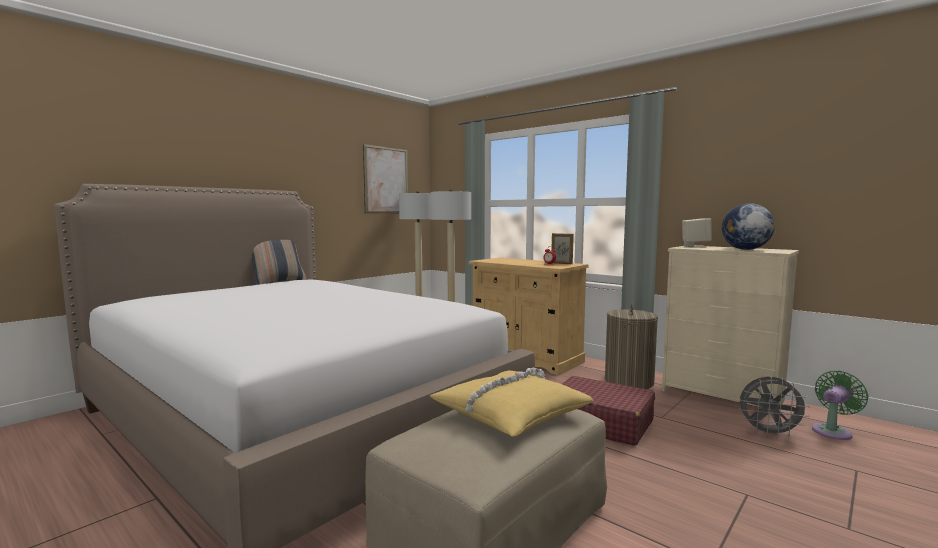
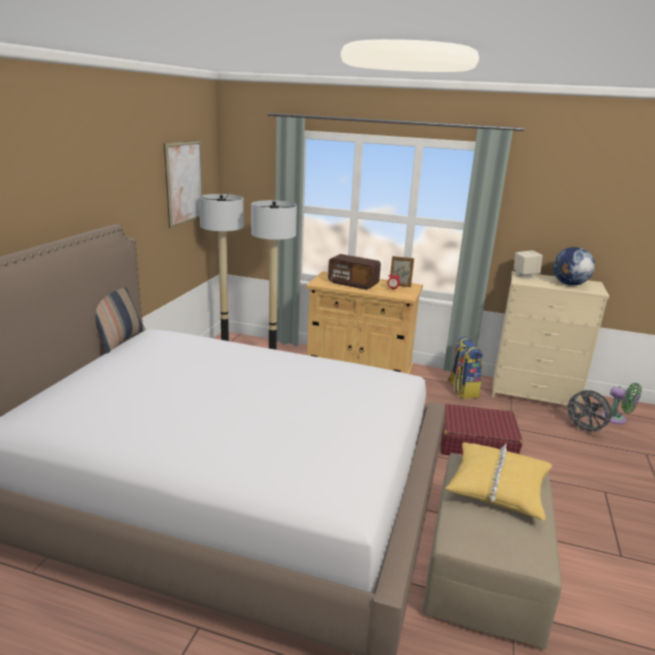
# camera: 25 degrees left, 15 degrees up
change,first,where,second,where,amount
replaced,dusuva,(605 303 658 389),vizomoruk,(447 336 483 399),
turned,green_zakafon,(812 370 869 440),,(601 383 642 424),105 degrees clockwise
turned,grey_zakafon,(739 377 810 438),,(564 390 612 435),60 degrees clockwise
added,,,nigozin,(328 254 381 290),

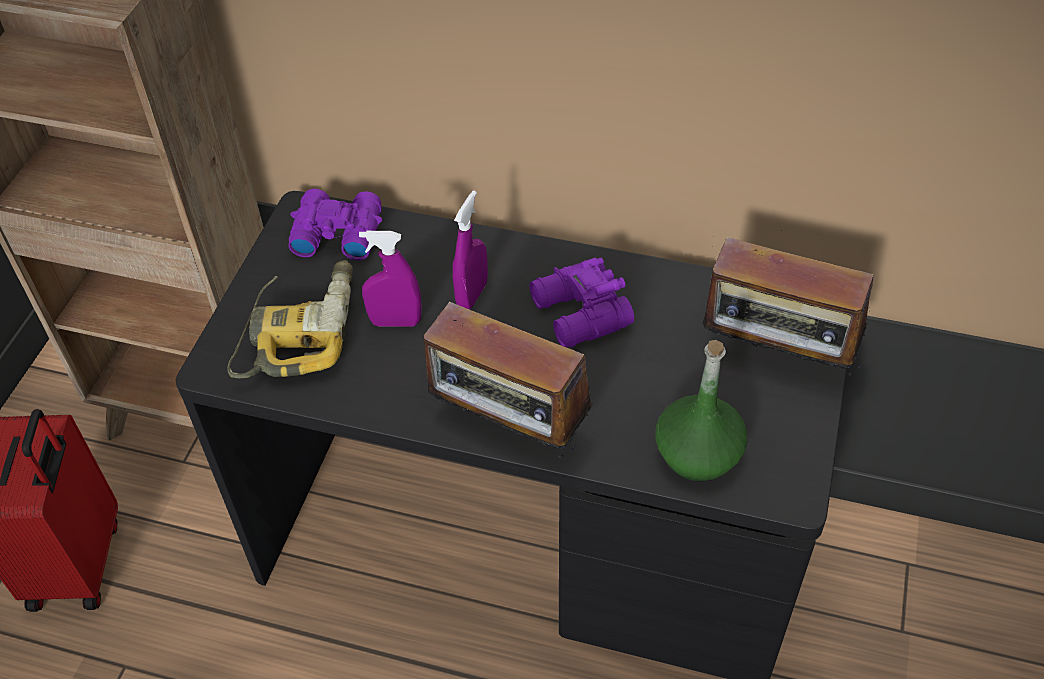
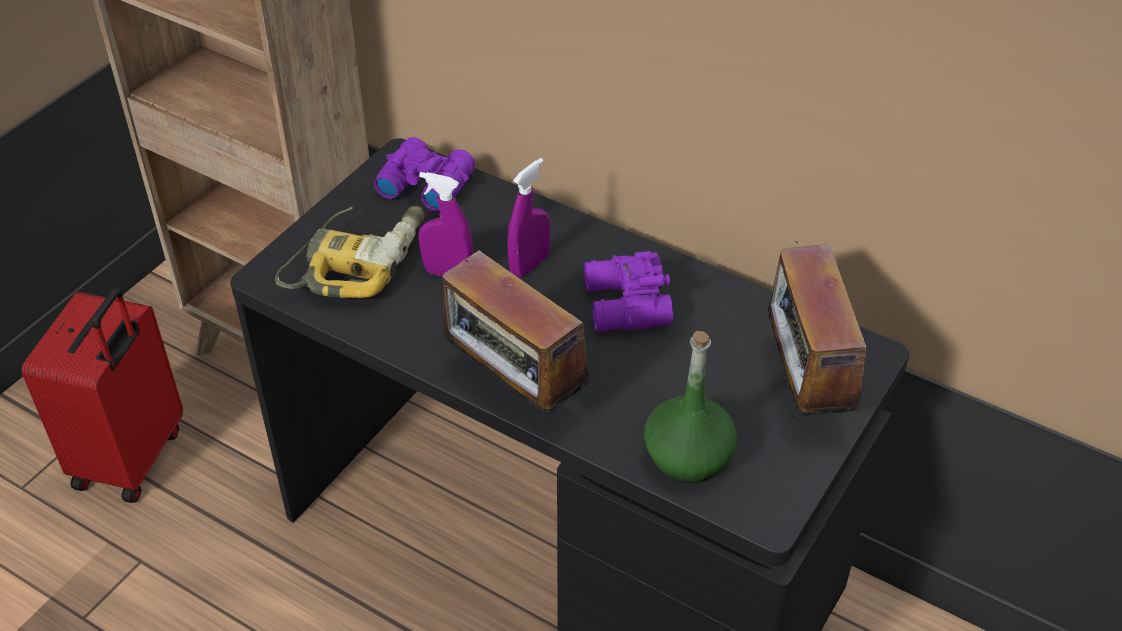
# camera: 15 degrees right, 5 degrees down
change,first,where,second,where,amount
turned,nigozin,(702 230 873 379),,(743 241 866 423),45 degrees clockwise

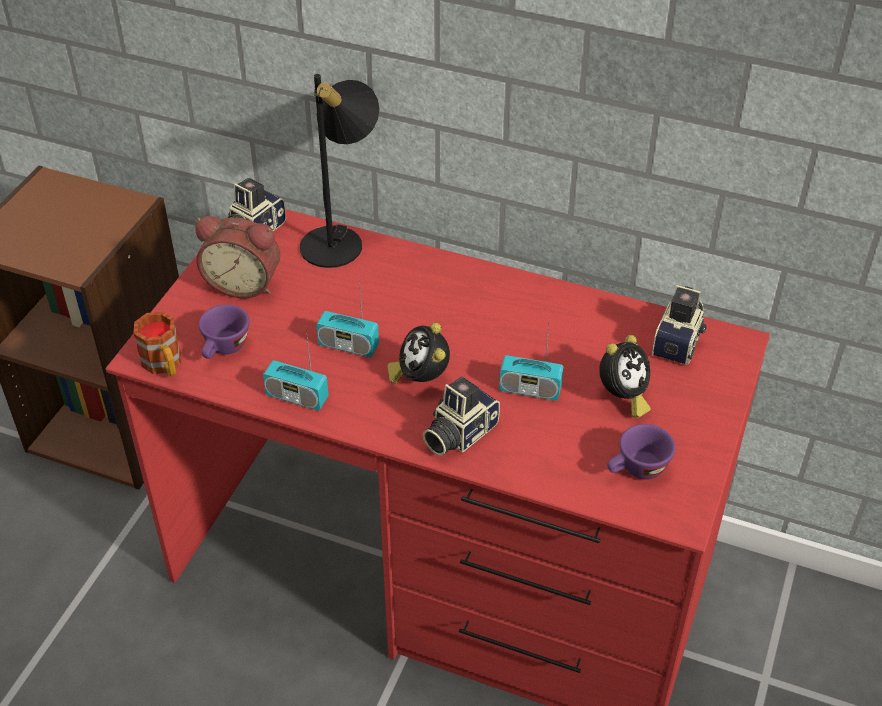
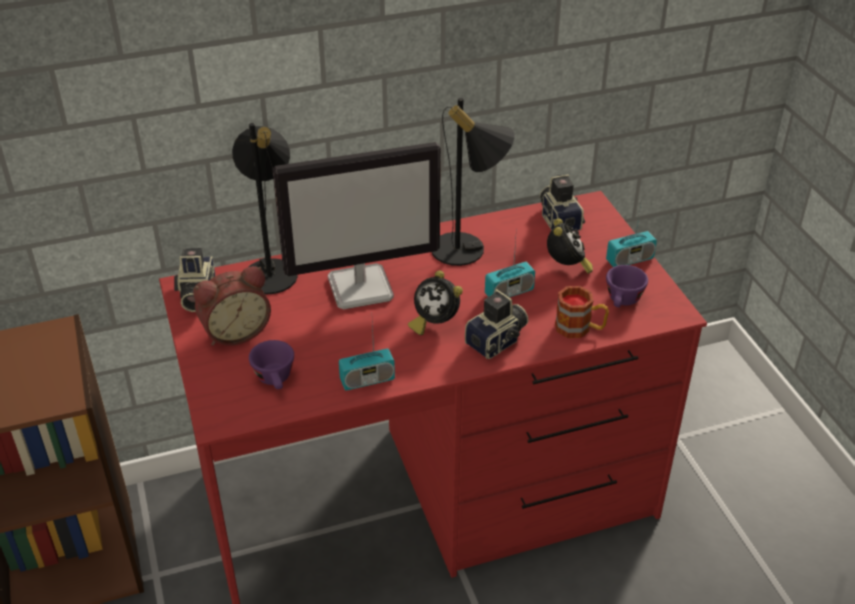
# camera: 40 degrees left, 5 degrees down
change,first,where,second,where,amount
moved,nigozin,(316 276 379 357),,(606 198 657 267),
moved,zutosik,(134 312 181 376),,(555 286 609 338),
turned,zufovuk,(423 376 500 456),,(465 289 528 359),135 degrees counterclockwise
added,,,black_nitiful,(432 98 515 266),
added,,,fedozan,(272 142 441 309),

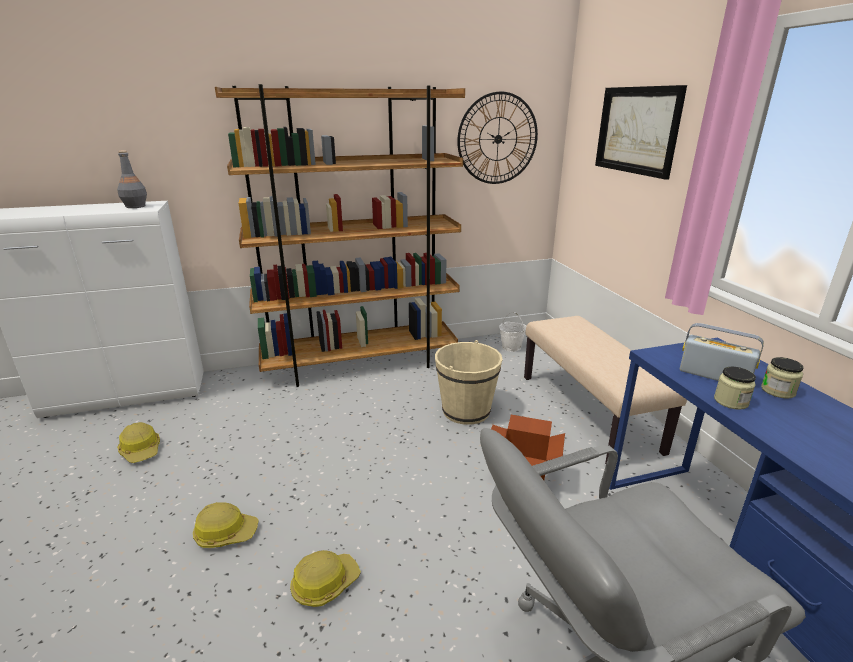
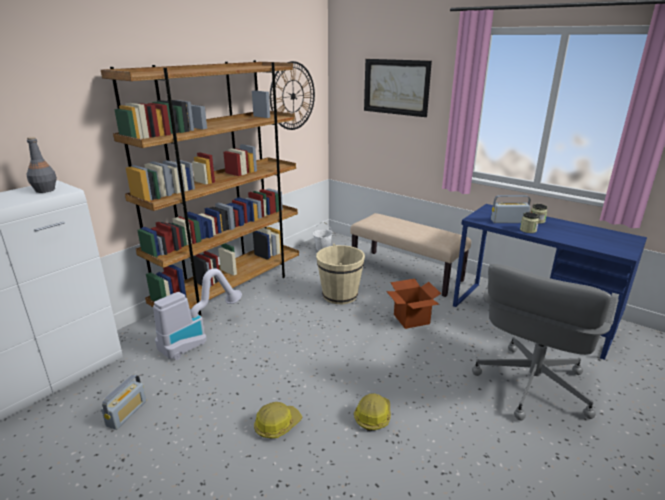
# camera: 35 degrees left, 0 degrees up
change,first,where,second,where,amount
replaced,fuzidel,(117 422 160 463),nigozin,(101 374 147 430),
added,,,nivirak,(153 268 242 360),

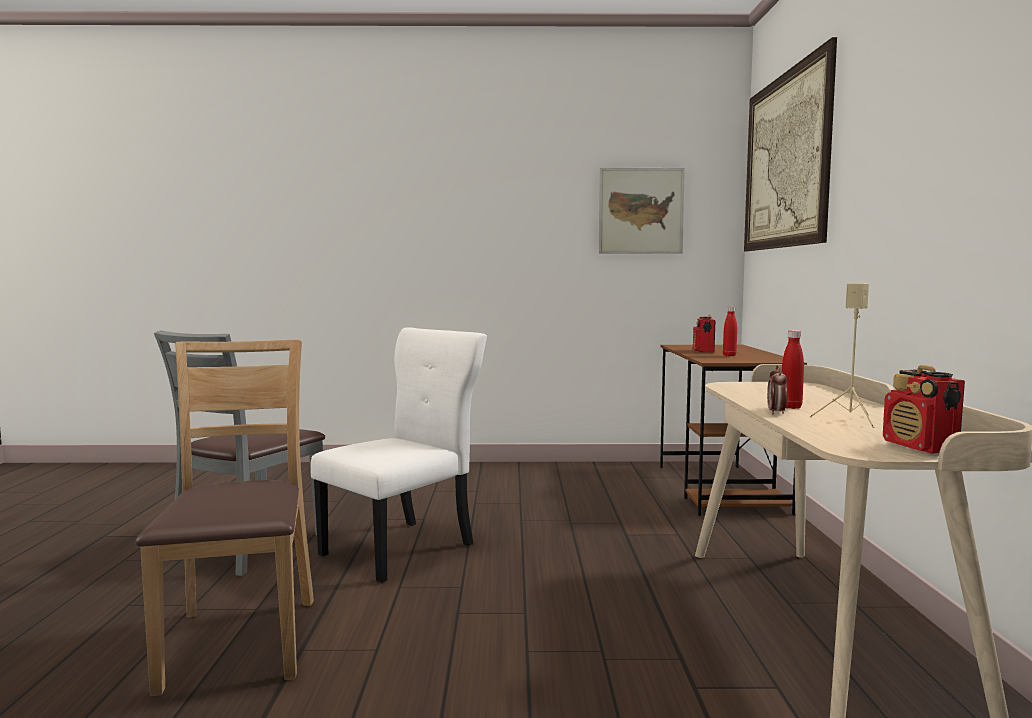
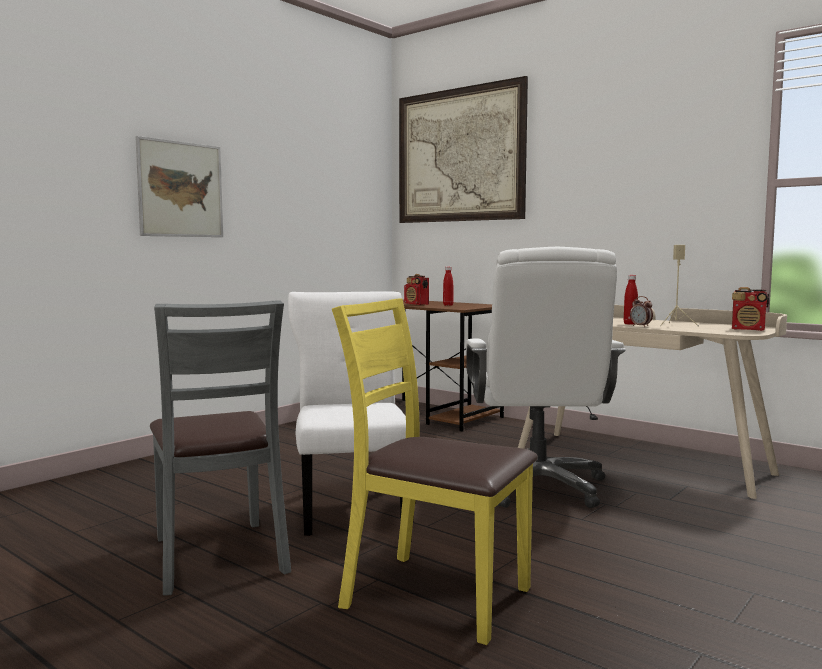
# camera: 50 degrees left, 0 degrees up
change,first,where,second,where,amount
moved,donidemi,(599 168 685 254),,(135 136 223 237),
recoloured,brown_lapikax,(135 340 314 696),yellow_lapikax,(332 298 538 645),
added,,,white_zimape,(466 247 626 508),

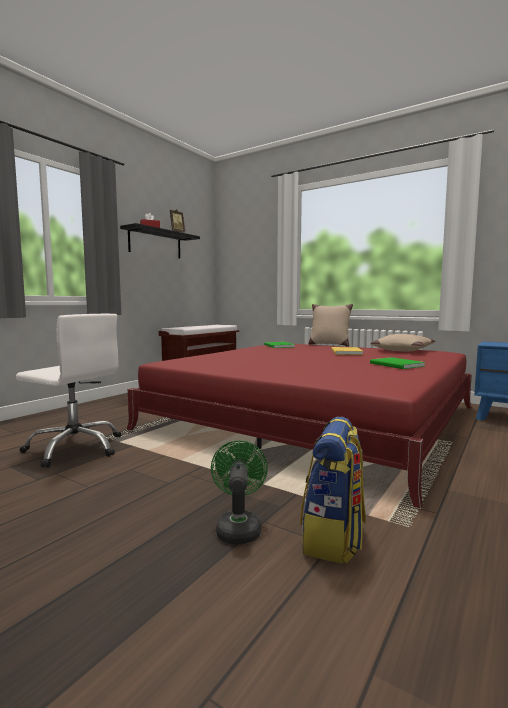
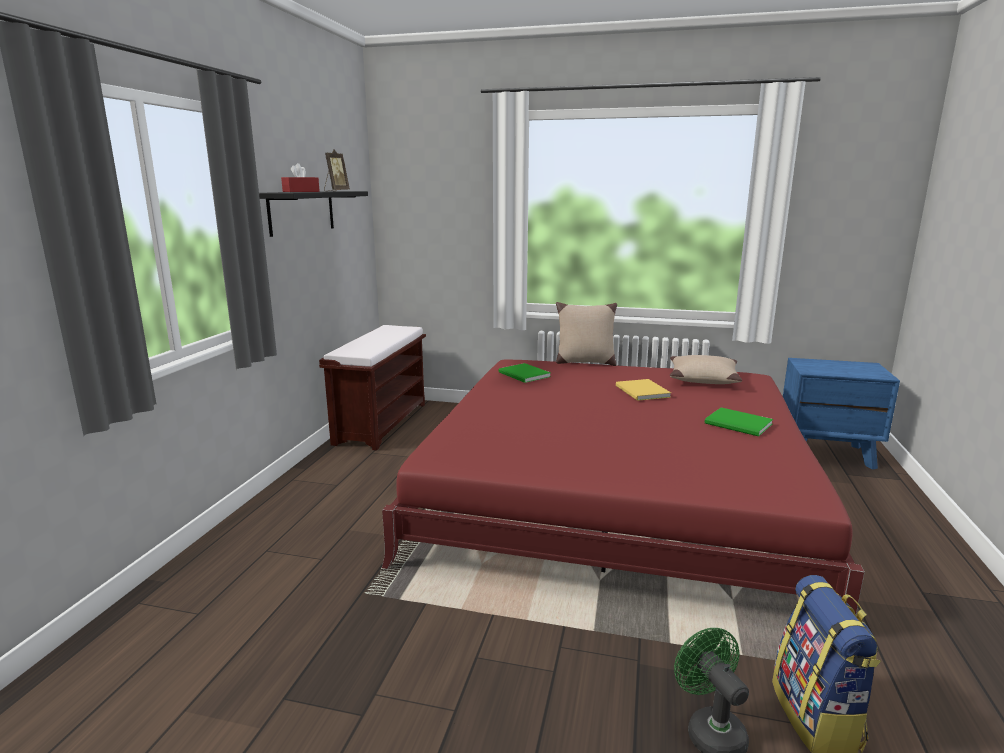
# camera: 20 degrees left, 10 degrees up
change,first,where,second,where,amount
removed,white_zimape,(16 314 122 468),,,

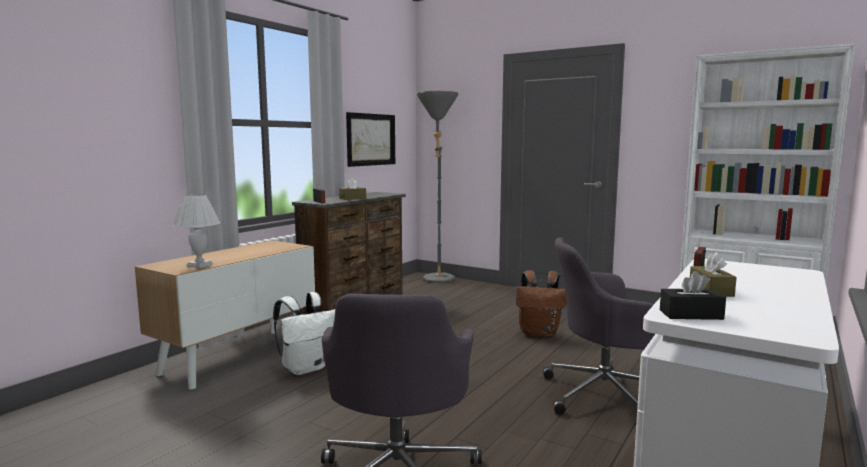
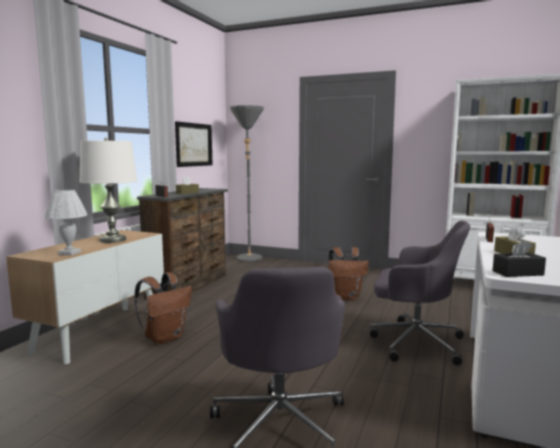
# camera: 10 degrees left, 0 degrees up
change,first,where,second,where,amount
turned,grey_zimape,(543 237 655 415),,(370 221 470 365),150 degrees counterclockwise
recoloured,white_vizomoruk,(273 292 335 375),brown_vizomoruk,(135 272 192 344),
added,,,white_nitiful,(79 137 137 243),

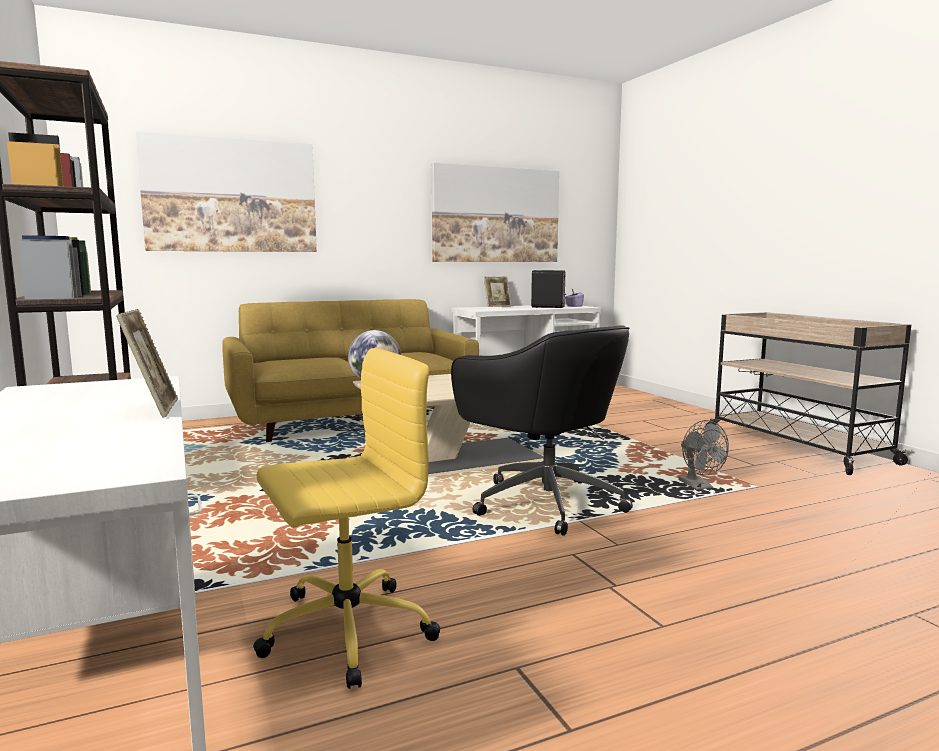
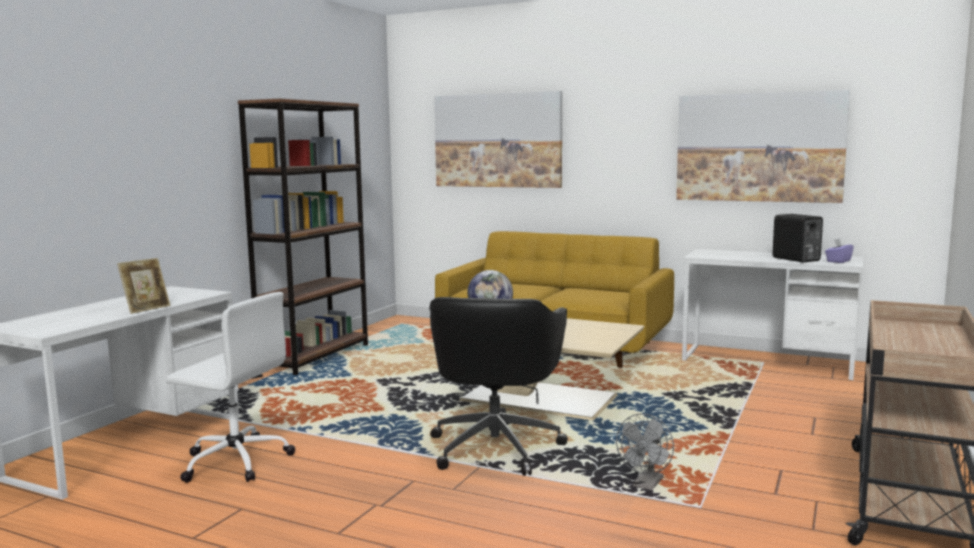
# camera: 50 degrees right, 0 degrees up
change,first,where,second,where,amount
removed,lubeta,(484 276 511 307),,,
recoloured,yellow_zimape,(253 348 440 689),white_zimape,(166 292 295 483),

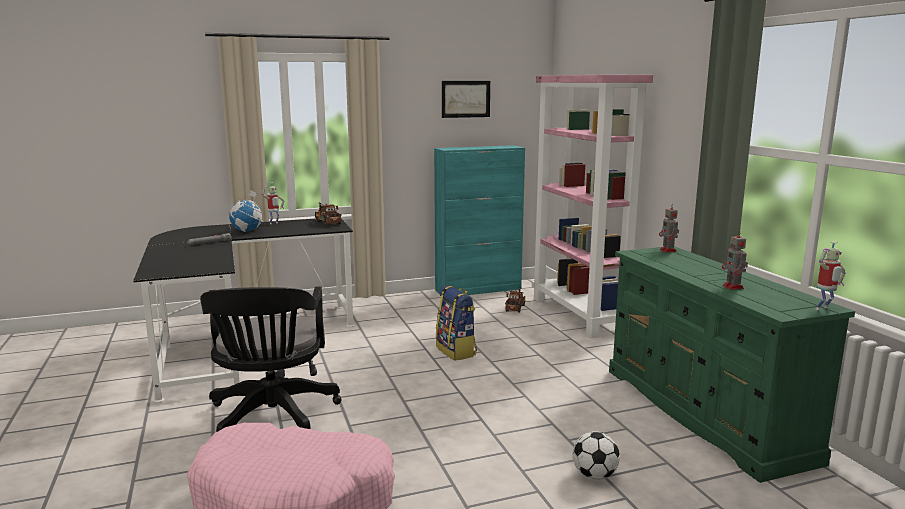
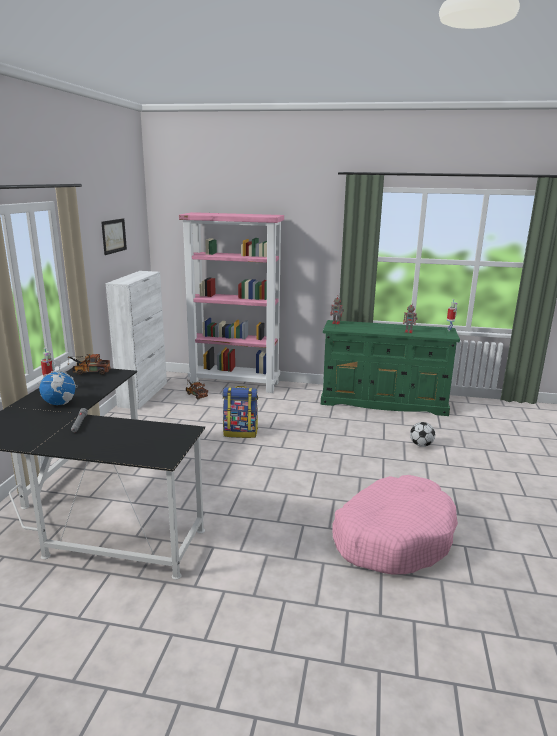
# camera: 60 degrees left, 5 degrees up
change,first,where,second,where,amount
recoloured,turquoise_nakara,(434 145 525 295),white_nakara,(105 271 167 409),
removed,black_zimape,(200 286 342 432),,,

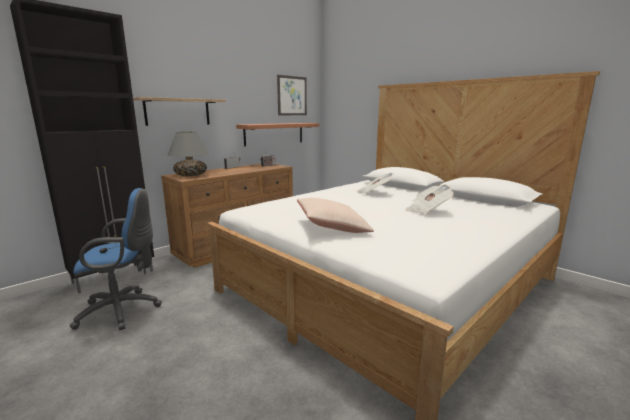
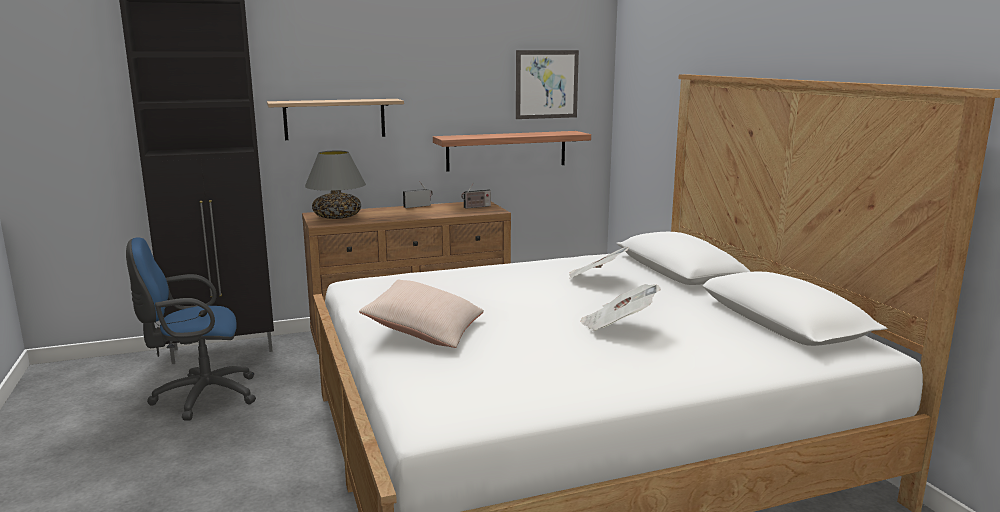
# camera: 25 degrees right, 0 degrees up
change,first,where,second,where,amount
turned,blue_zimape,(70 188 162 330),,(126 237 256 421),150 degrees clockwise

